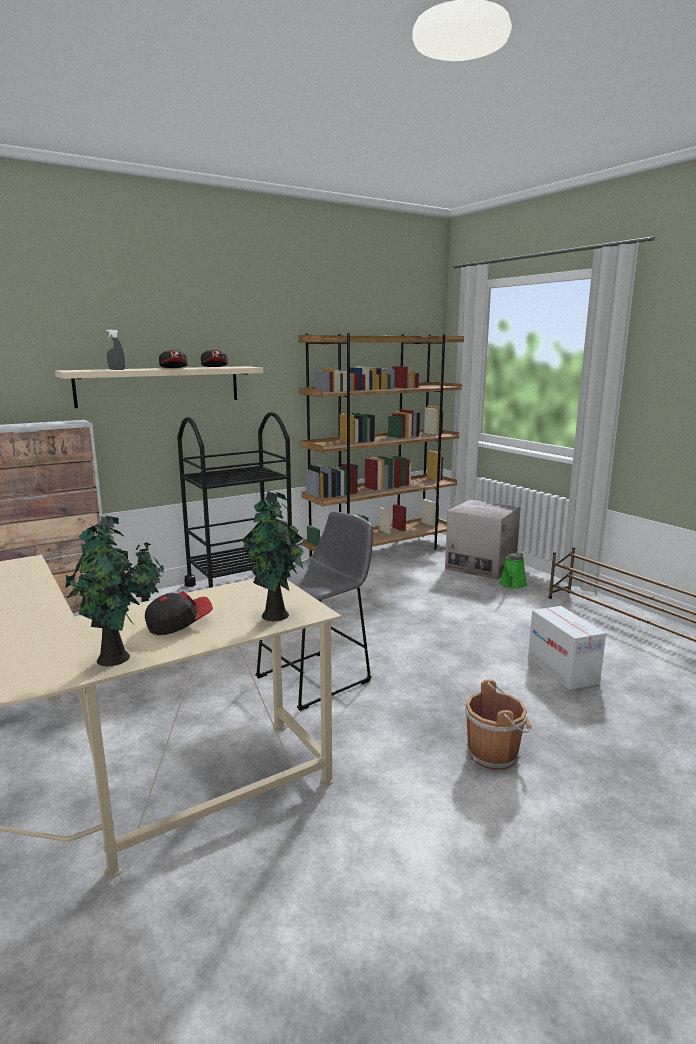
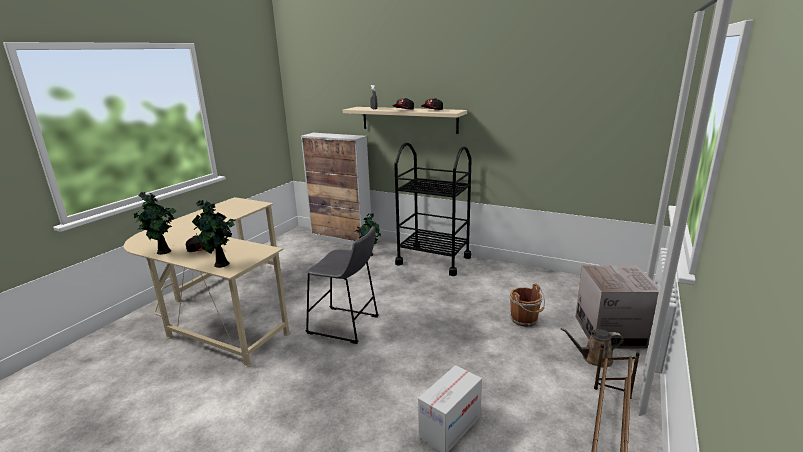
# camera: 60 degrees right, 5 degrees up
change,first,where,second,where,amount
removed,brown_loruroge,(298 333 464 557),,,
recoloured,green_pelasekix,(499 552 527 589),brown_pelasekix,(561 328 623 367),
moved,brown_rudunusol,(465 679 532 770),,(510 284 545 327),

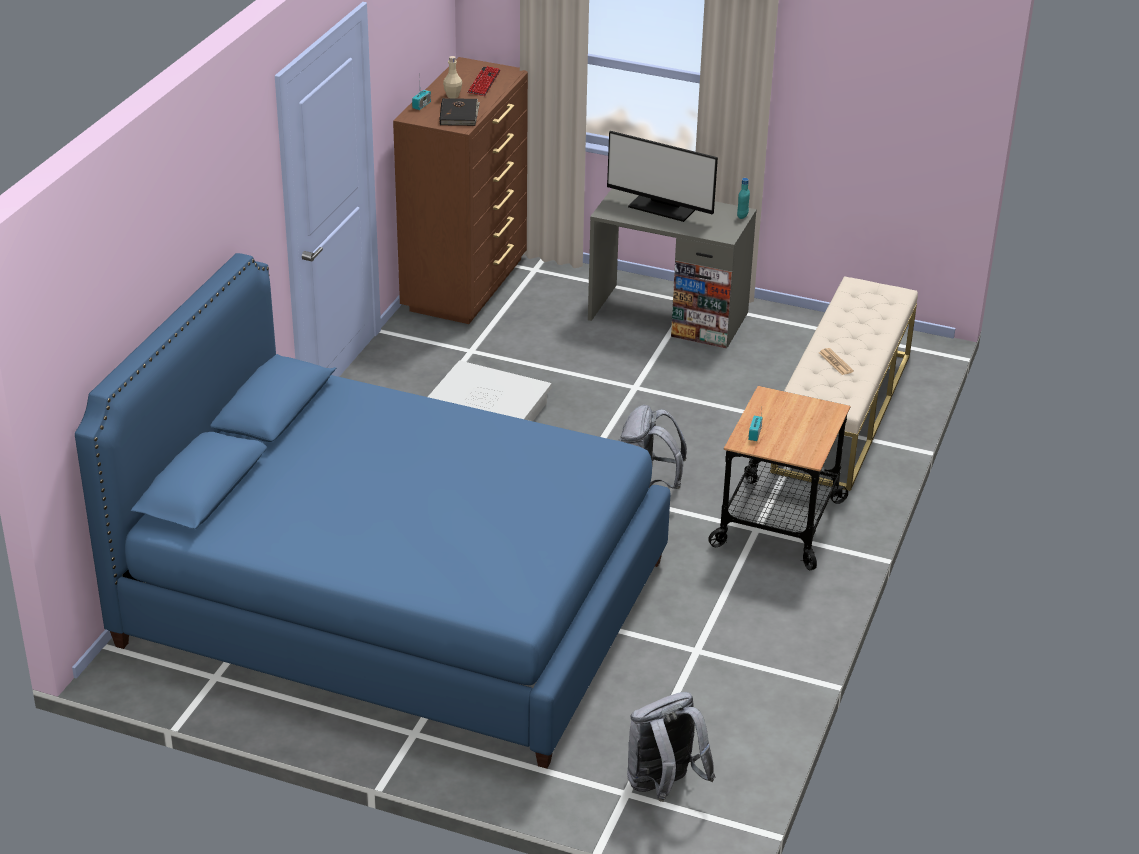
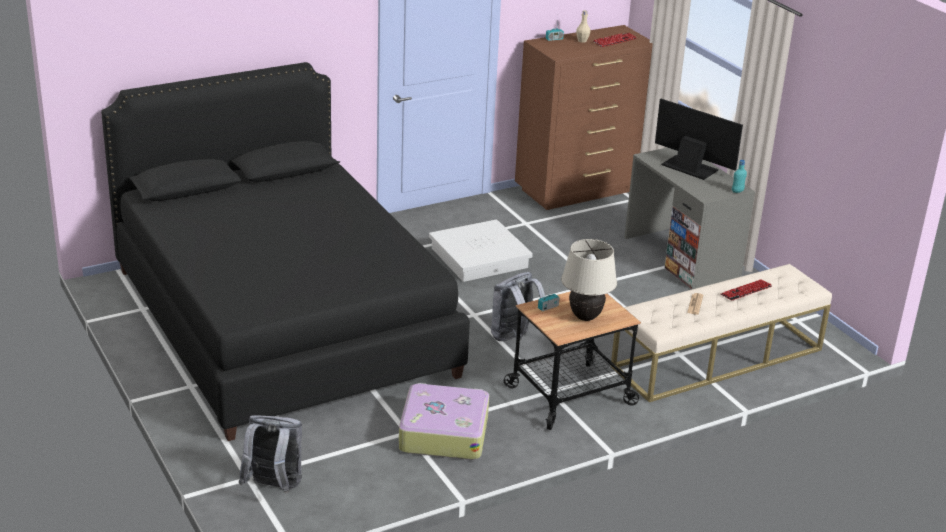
# camera: 40 degrees right, 5 degrees down
change,first,where,second,where,amount
removed,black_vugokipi,(439 98 480 126),,,
turned,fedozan,(607 131 718 222),,(655 99 743 180),150 degrees clockwise
recoloured,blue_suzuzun,(75 253 670 769),black_suzuzun,(101 62 470 441),
added,,,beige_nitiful,(561 239 617 321),
added,,,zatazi,(721 279 772 301),
added,,,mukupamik,(399 383 489 460),

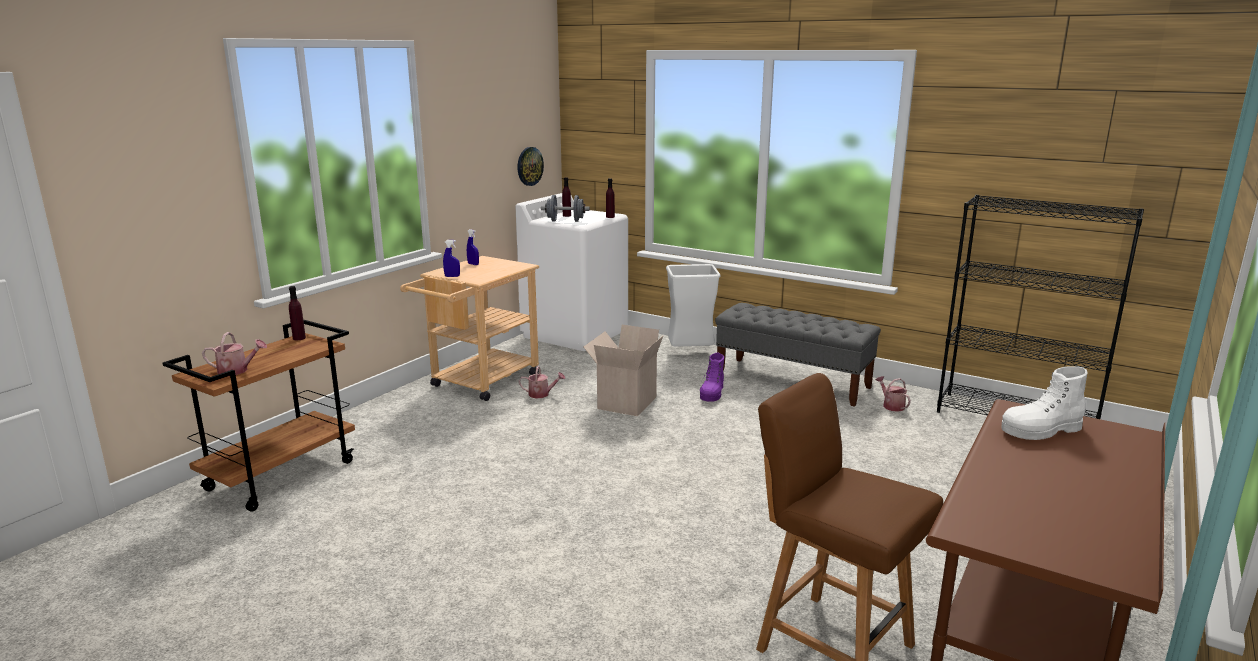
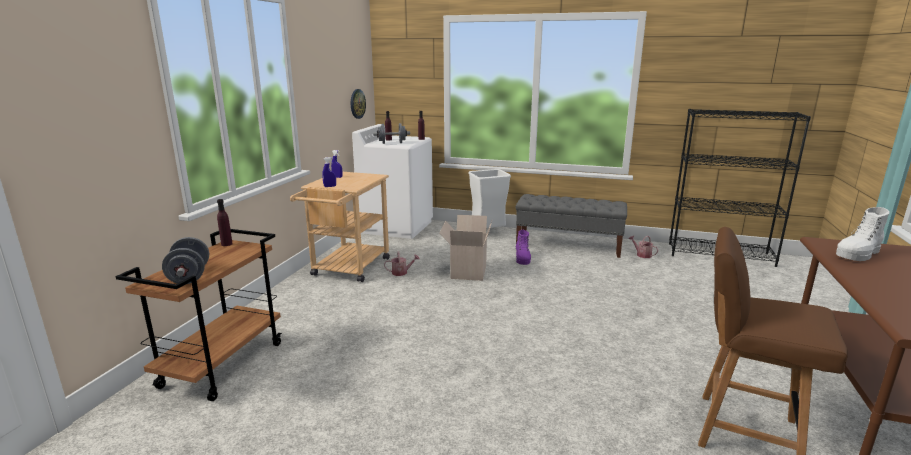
# camera: 15 degrees left, 0 degrees up
change,first,where,second,where,amount
replaced,pelasekix,(202 332 267 375),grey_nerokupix,(162 237 209 284),

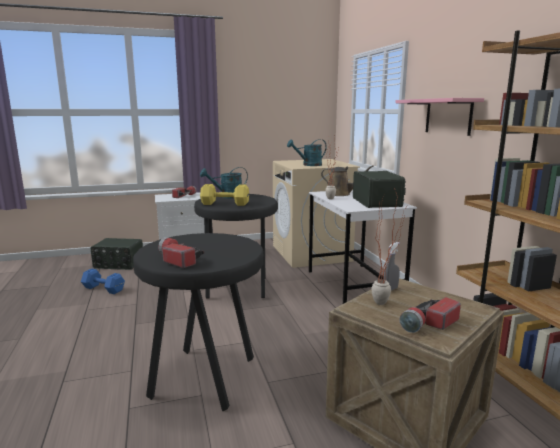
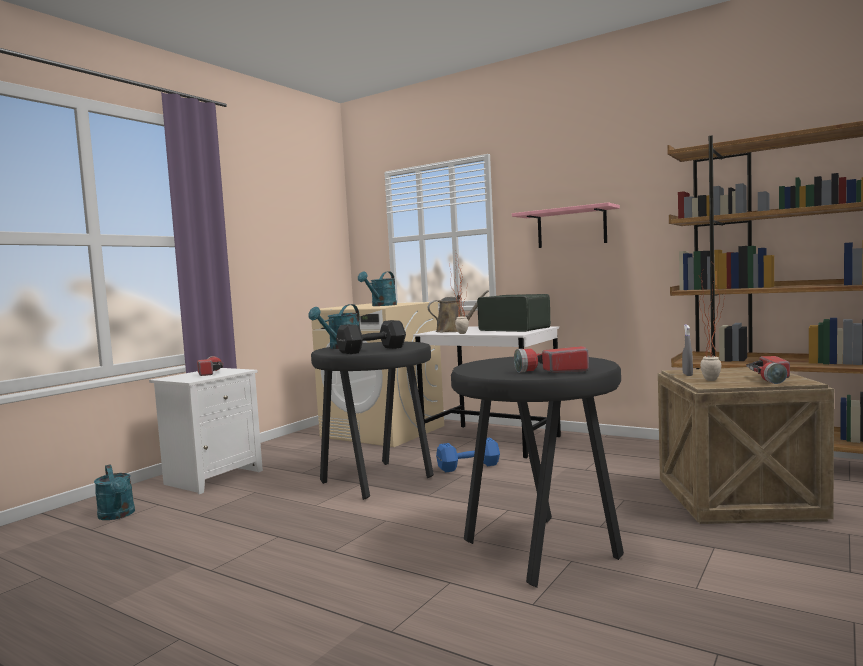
# camera: 40 degrees left, 10 degrees down
change,first,where,second,where,amount
recoloured,yellow_nerokupix,(200 184 249 206),black_nerokupix,(336 320 406 354),
replaced,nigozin,(91 238 143 270),turquoise_pelasekix,(94 464 135 520),
moved,blue_nerokupix,(81 269 125 294),,(436 438 500 472),

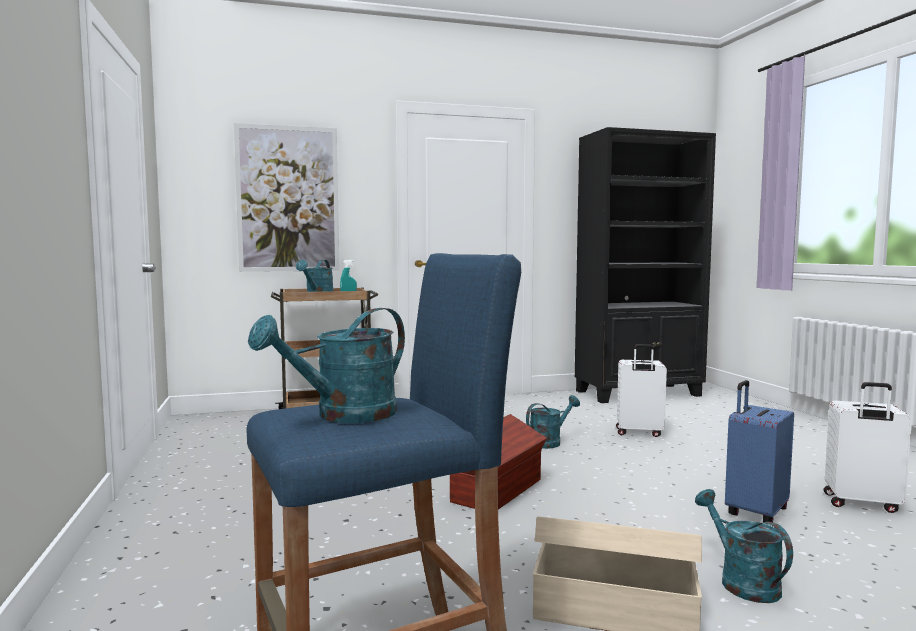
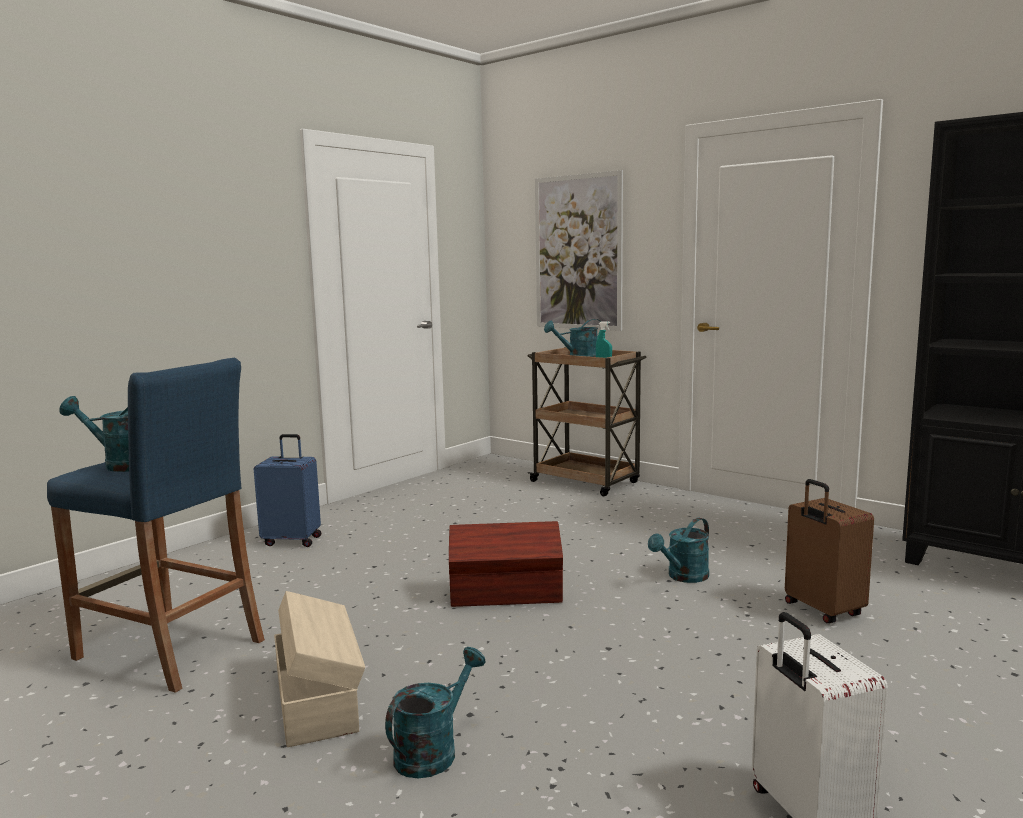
# camera: 55 degrees right, 5 degrees up
change,first,where,second,where,amount
recoloured,white_mukupamik,(616 344 667 437),brown_mukupamik,(785 479 874 623),
moved,blue_mukupamik,(725 380 794 524),,(254 434 321 547),
turned,turquoise_pelasekix,(526 395 580 449),,(648 518 709 583),120 degrees clockwise

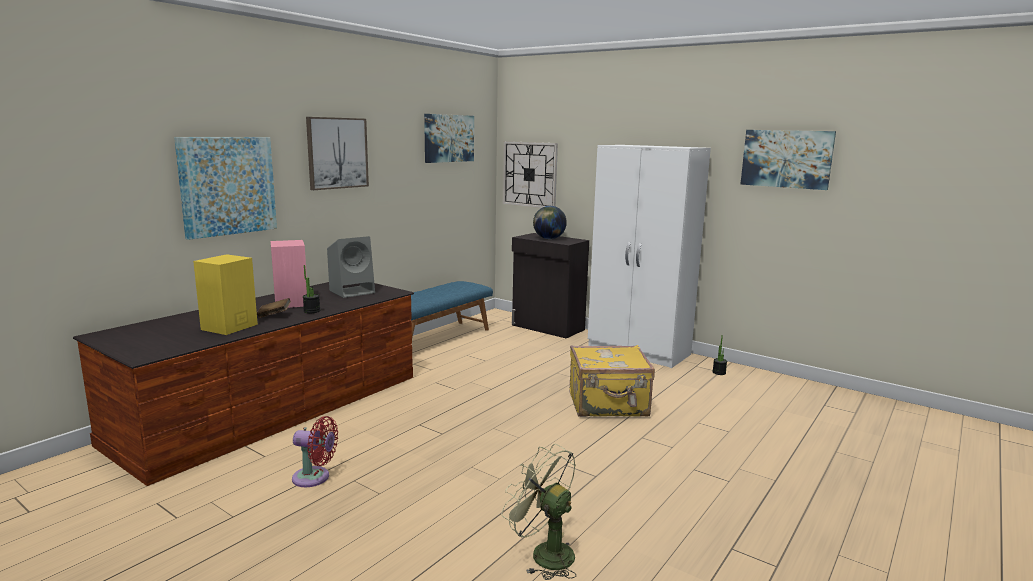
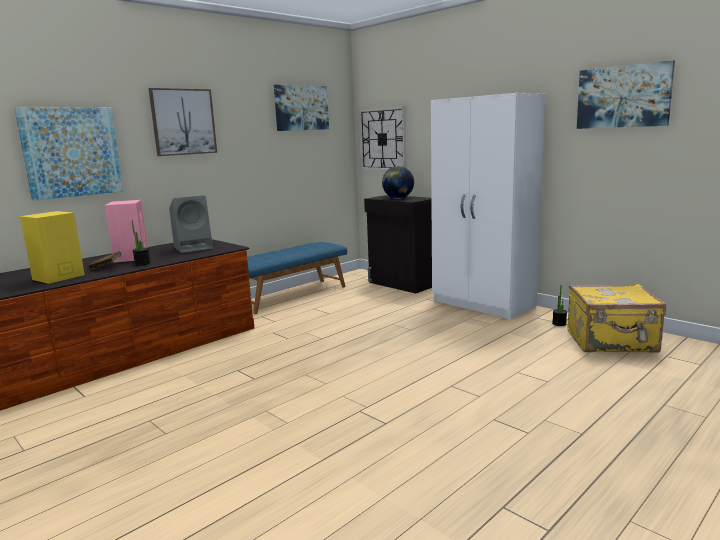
# camera: 10 degrees right, 0 degrees up
change,first,where,second,where,amount
moved,yellow_mukupamik,(569 345 655 417),,(568 284 666 353),
removed,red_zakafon,(292 416 338 487),,,
removed,green_zakafon,(501 444 576 580),,,

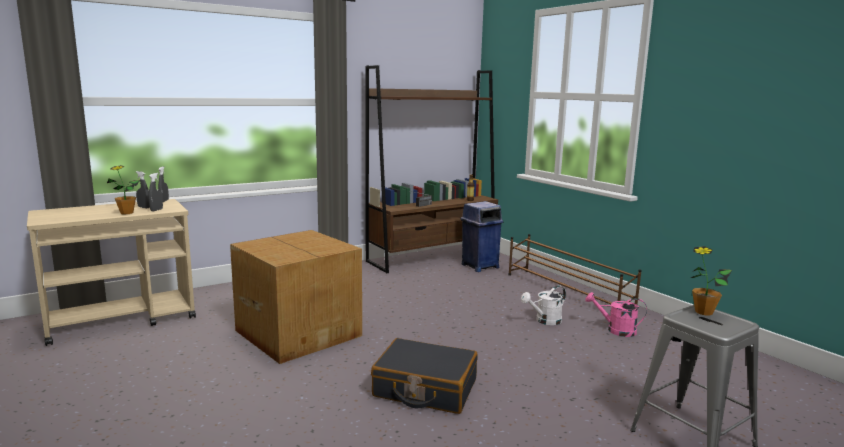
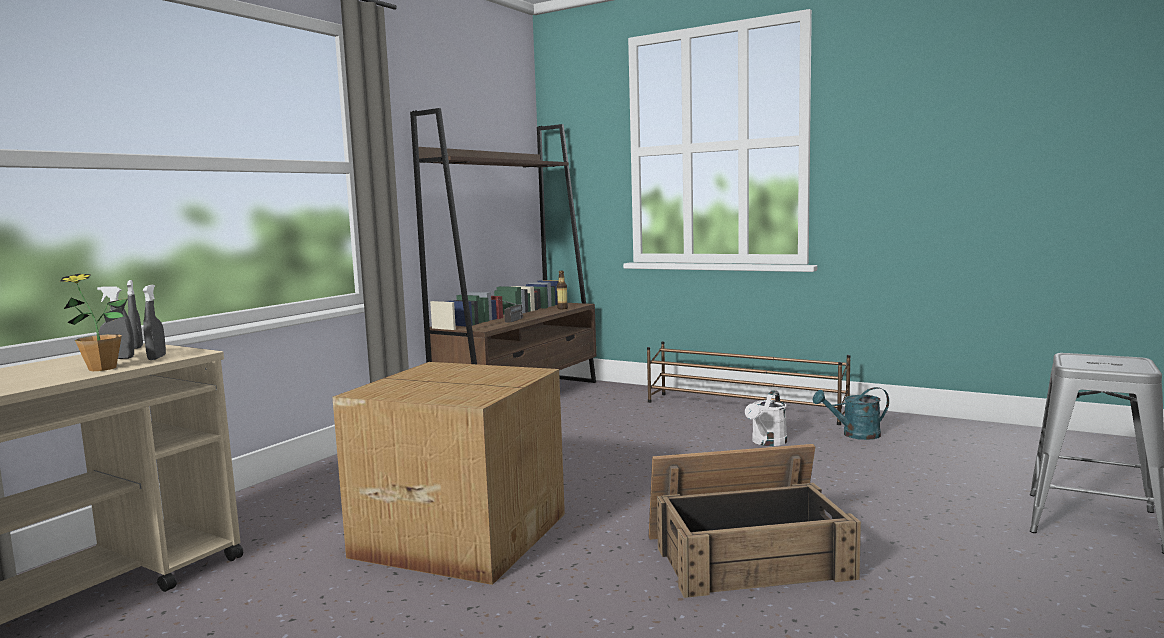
# camera: 25 degrees left, 5 degrees down
change,first,where,second,where,amount
removed,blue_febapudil,(460 201 503 272),,,
removed,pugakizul,(690 246 732 316),,,
recoloured,pink_pelasekix,(585 292 647 337),turquoise_pelasekix,(813 387 889 440),
replaced,black_mukupamik,(371 338 478 414),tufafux,(649 444 861 598),

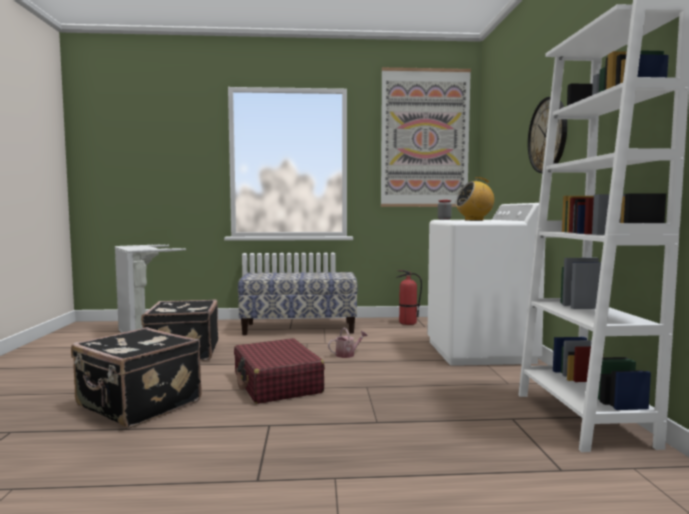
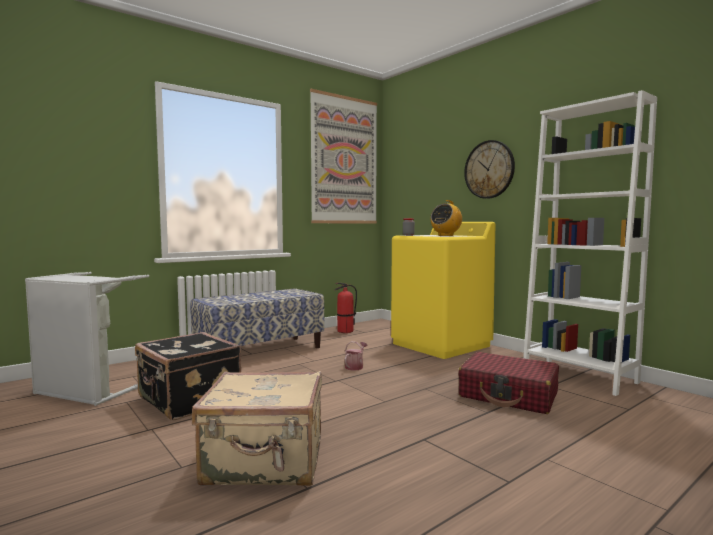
# camera: 35 degrees left, 0 degrees up
change,first,where,second,where,amount
recoloured,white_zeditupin,(427 203 545 366),yellow_zeditupin,(391 222 495 359),
recoloured,black_mukupamik,(71 327 202 428),beige_mukupamik,(192 371 322 486),
moved,red_mukupamik,(234 338 325 404),,(458 352 559 414),

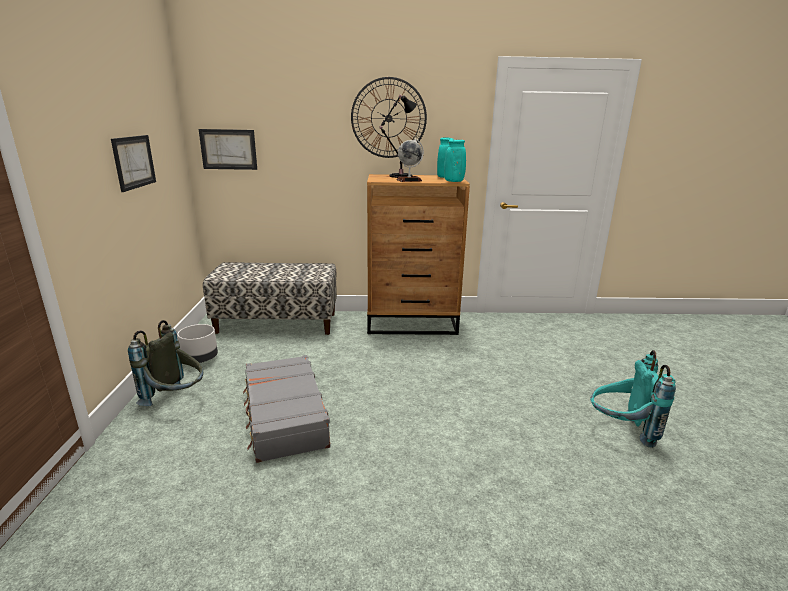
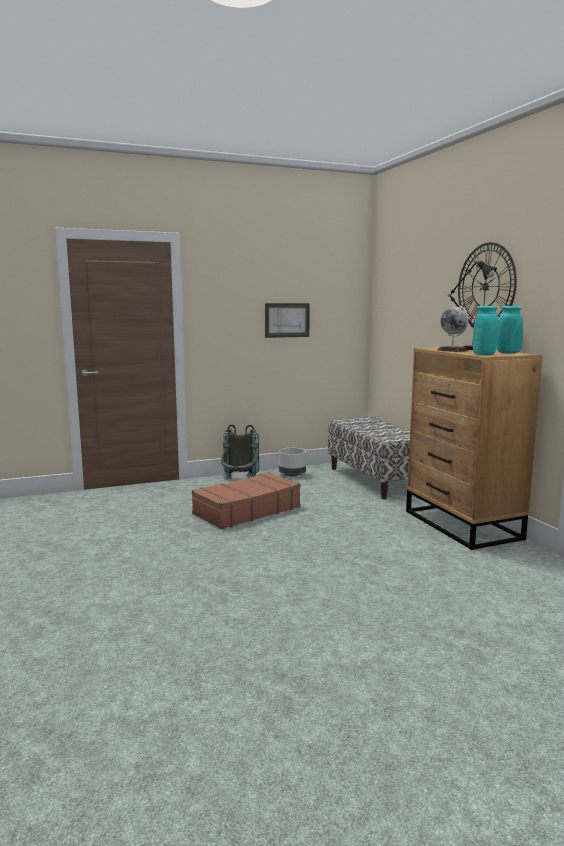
# camera: 70 degrees right, 10 degrees down
change,first,where,second,where,amount
removed,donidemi,(199 129 257 170),,,
removed,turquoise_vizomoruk,(590 350 676 448),,,
recoloured,grey_mukupamik,(243 355 331 463),brown_mukupamik,(192 472 301 529),

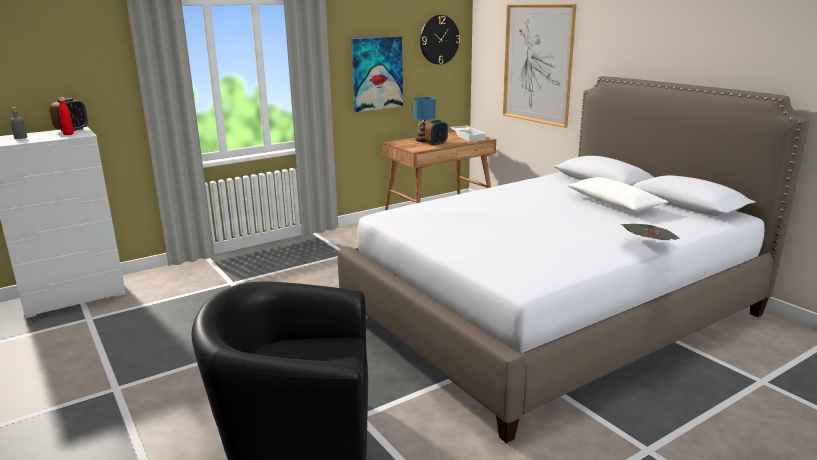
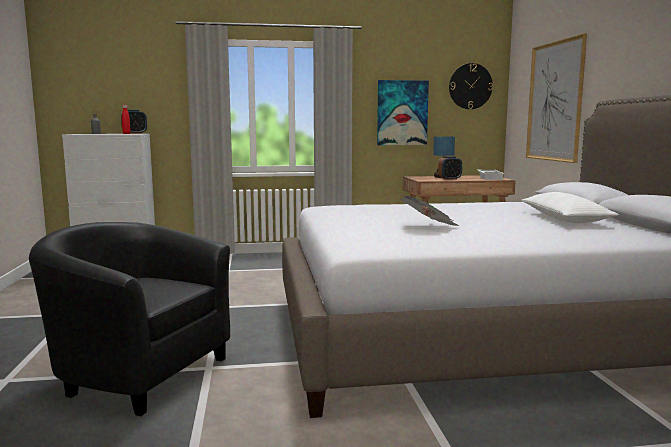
# camera: 25 degrees right, 10 degrees down
change,first,where,second,where,amount
moved,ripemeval,(620 224 679 240),,(400 196 459 226),

